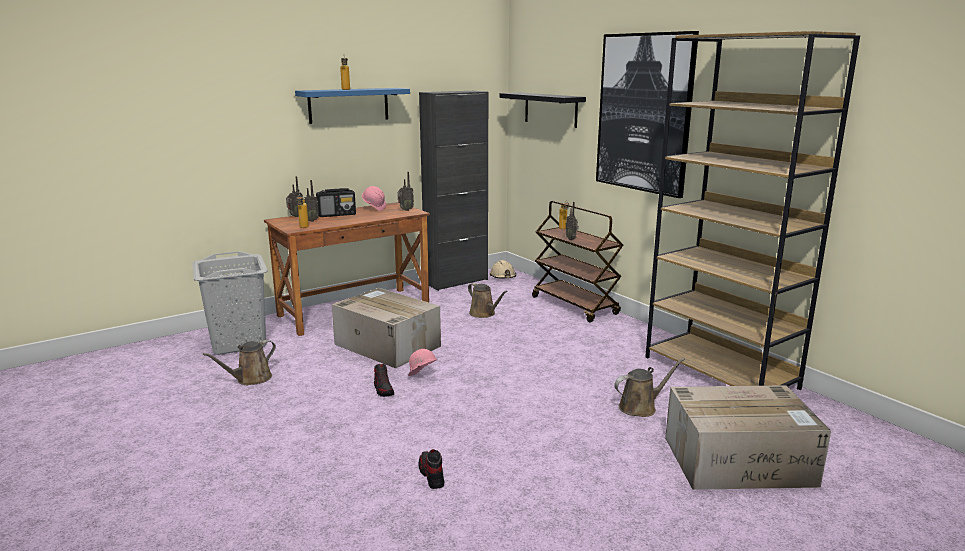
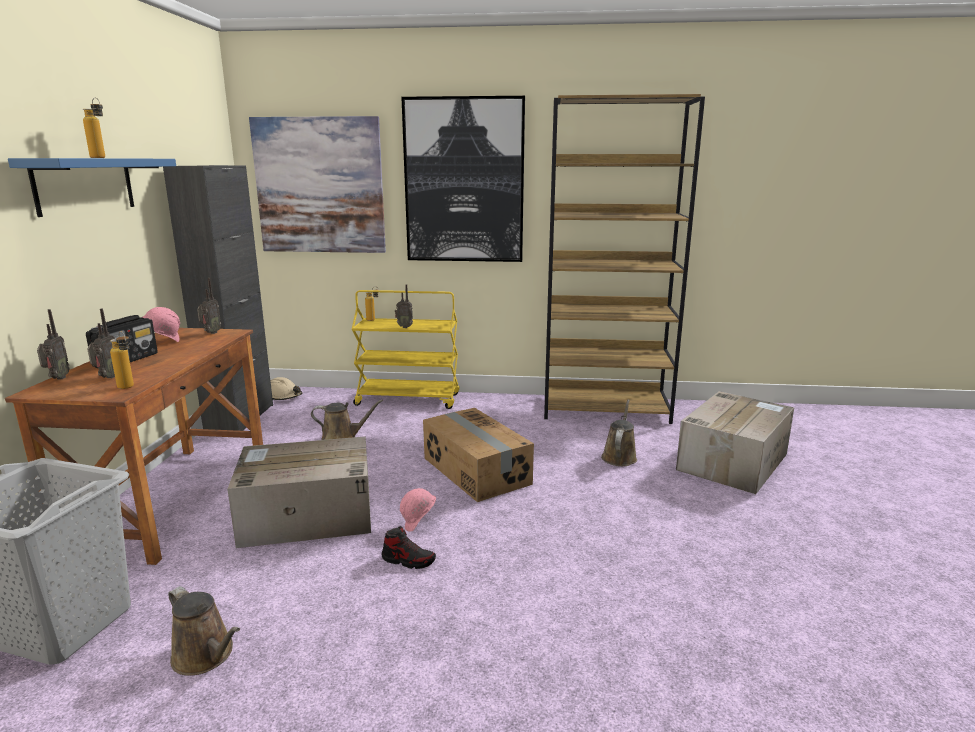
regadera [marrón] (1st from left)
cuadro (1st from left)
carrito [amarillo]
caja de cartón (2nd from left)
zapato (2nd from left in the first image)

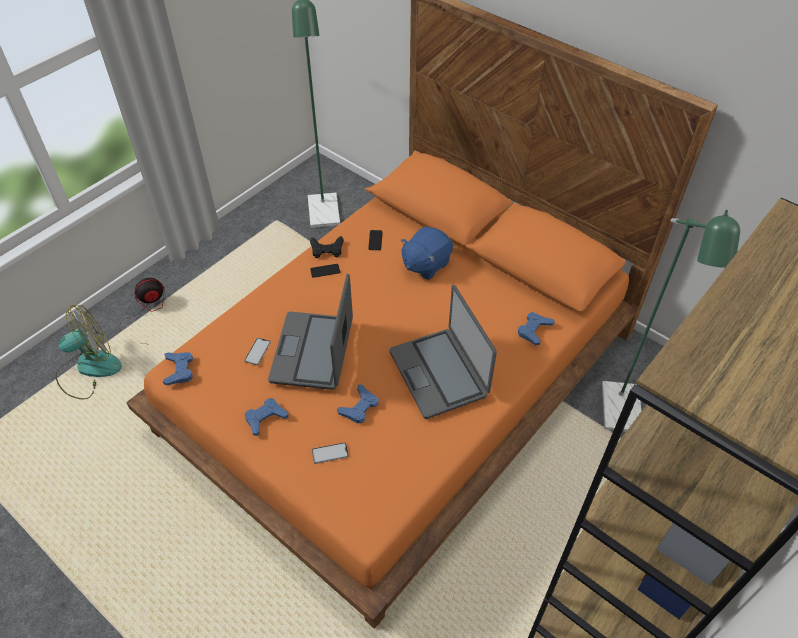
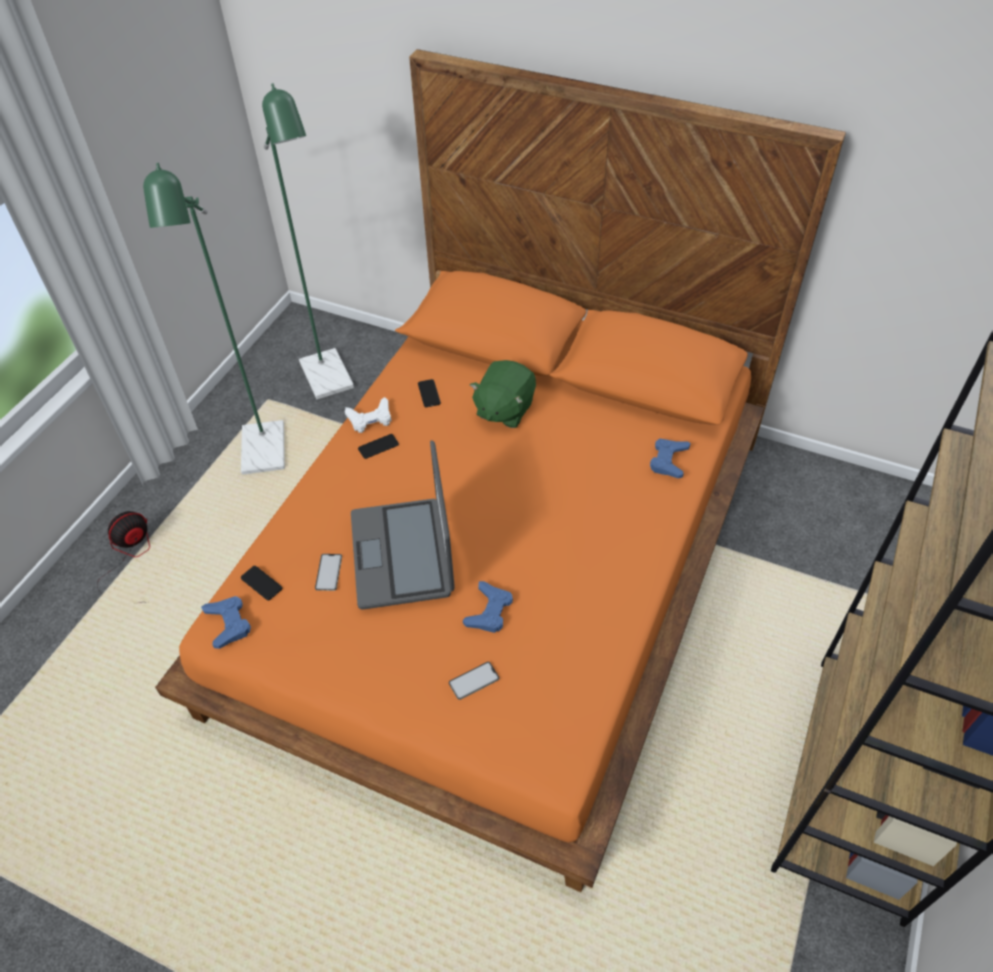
lámpara de pie [verde] (1st from left)
móvil (1st from left)
mando de consola [blanco]
peluche [verde]
ventilador (1st from left in the first image)
mando de consola [azul] (2nd from left in the first image)
portátil (2nd from left in the first image)

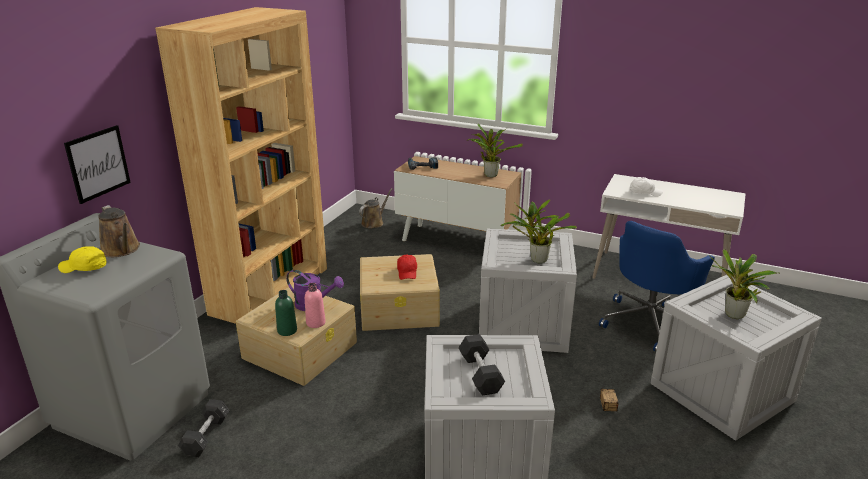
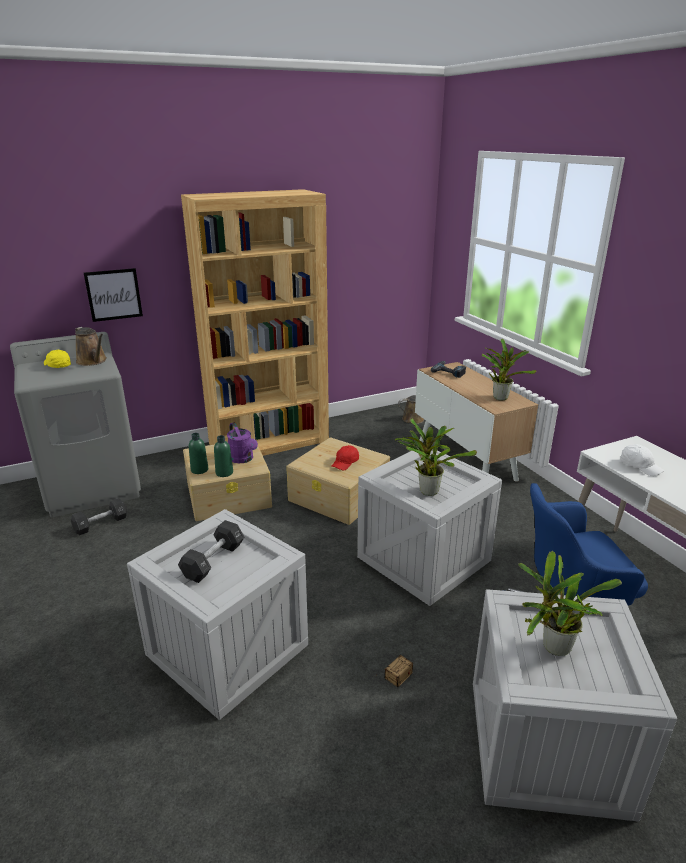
regadera [marrón] (1st from left)
botella [verde] (2nd from left)

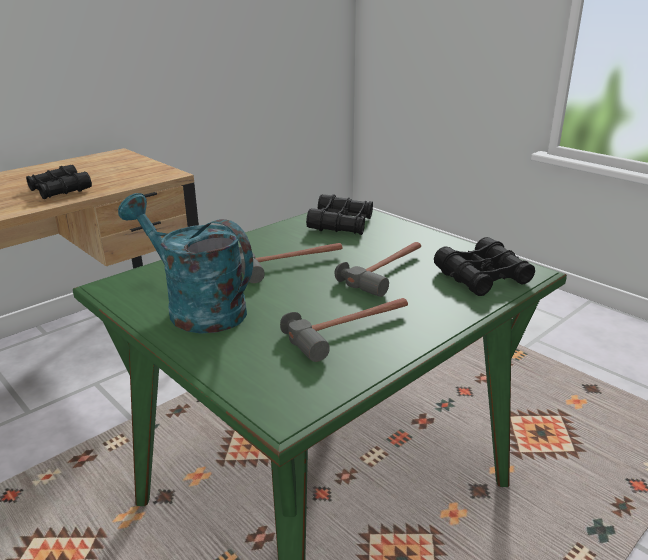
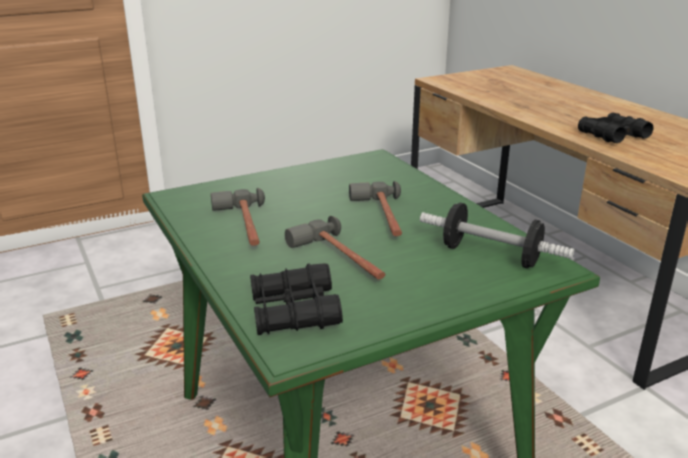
mancuerna
regadera [turquesa]

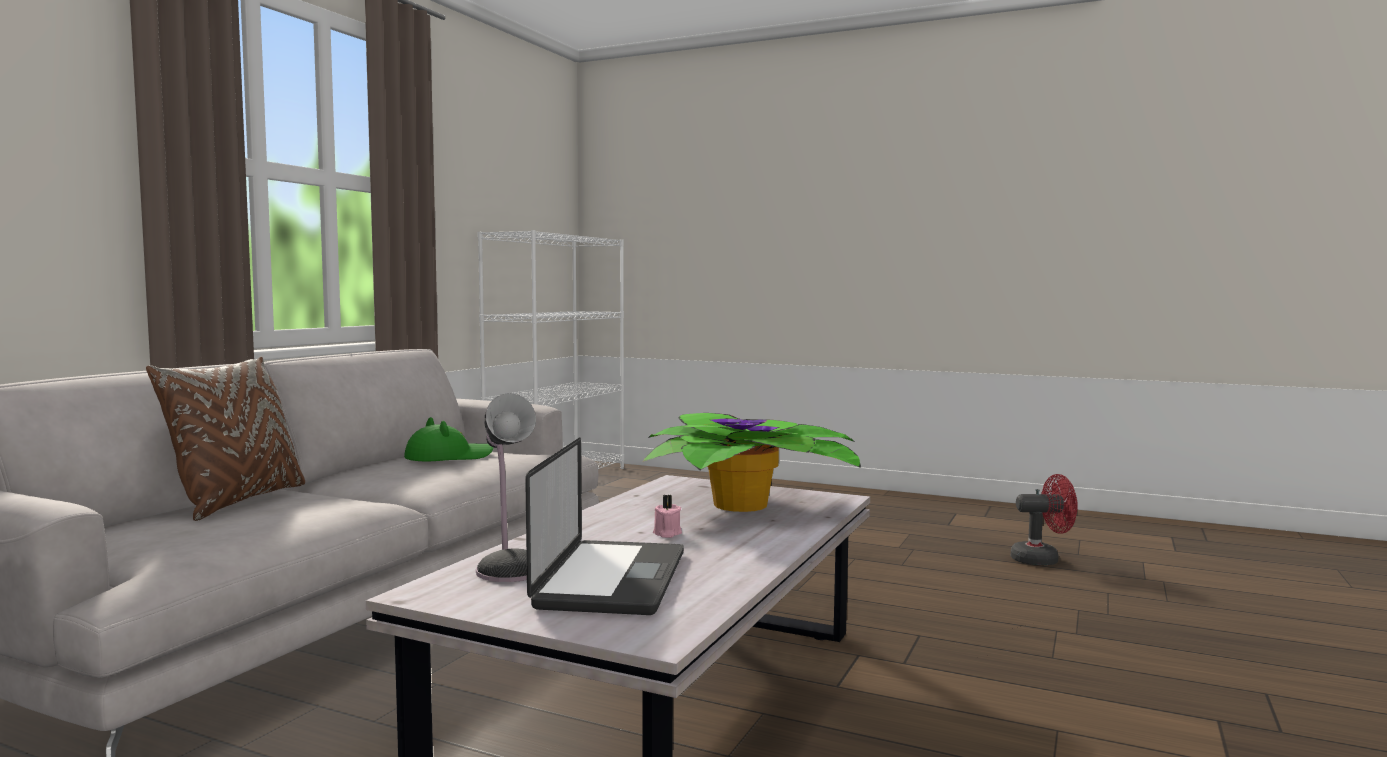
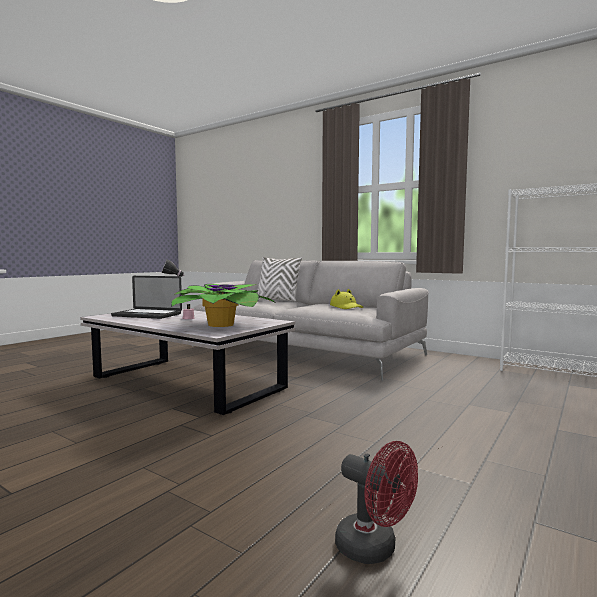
cojín [blanco]
sombrero [amarillo]
ventilador [rojo]

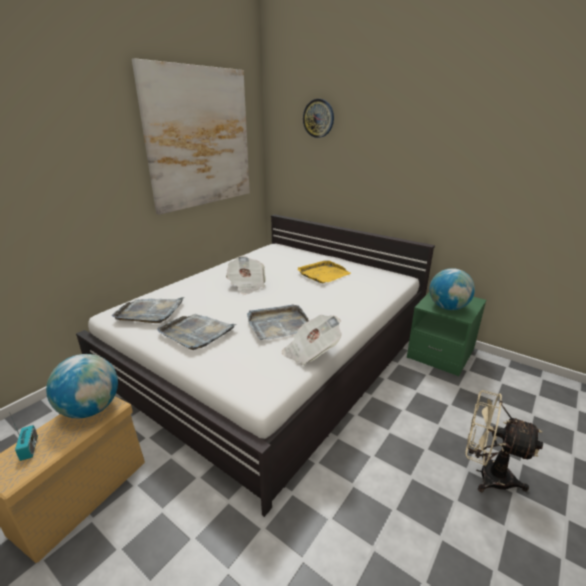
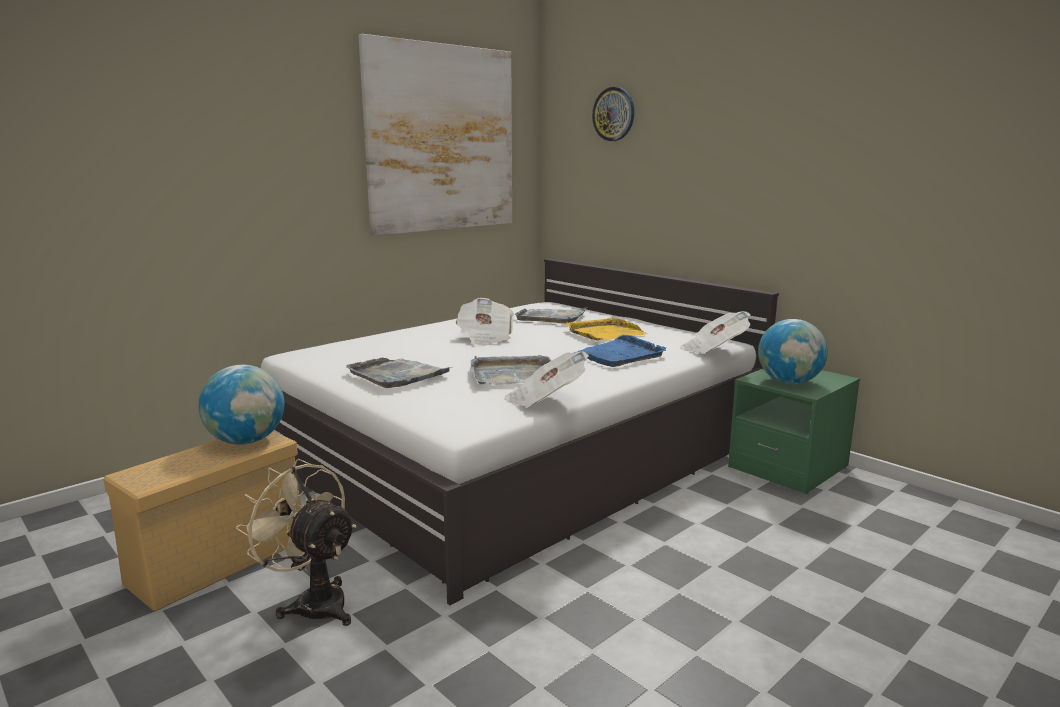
ventilador [beis]
bandeja [gris] (3rd from left)
bandeja [azul]
periódico (3rd from left)
radio

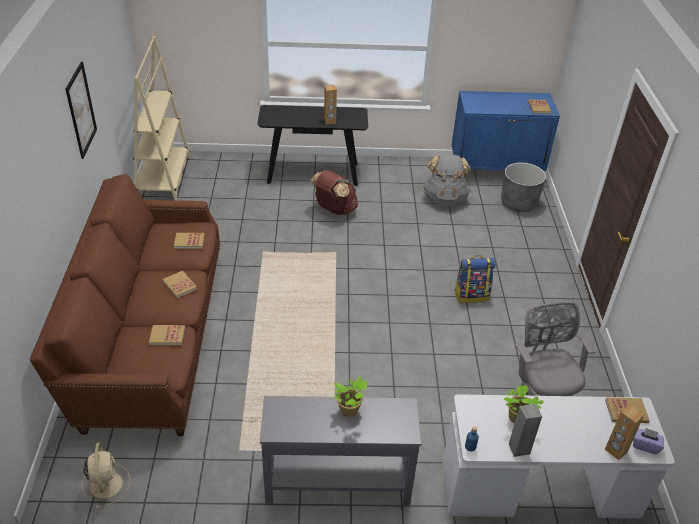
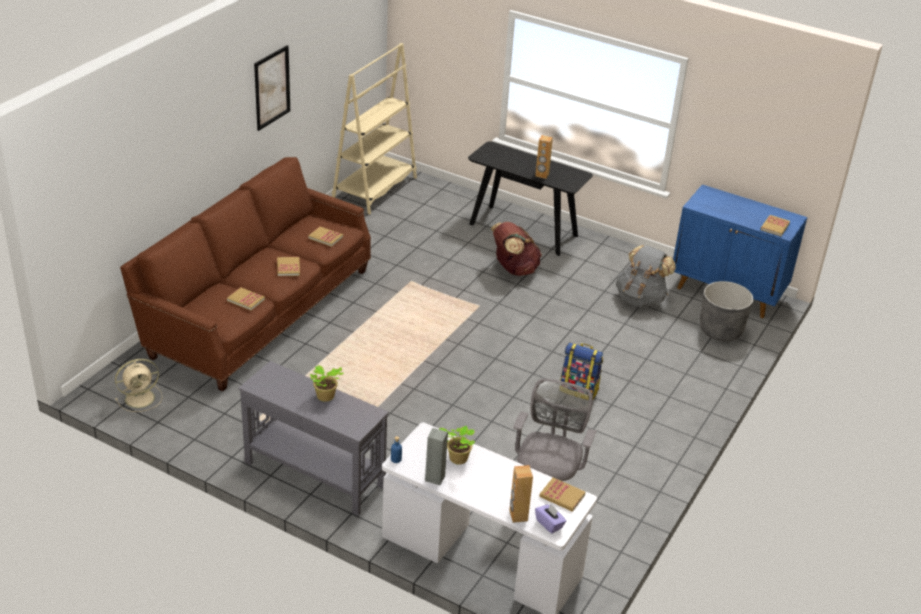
ventilador [beis]

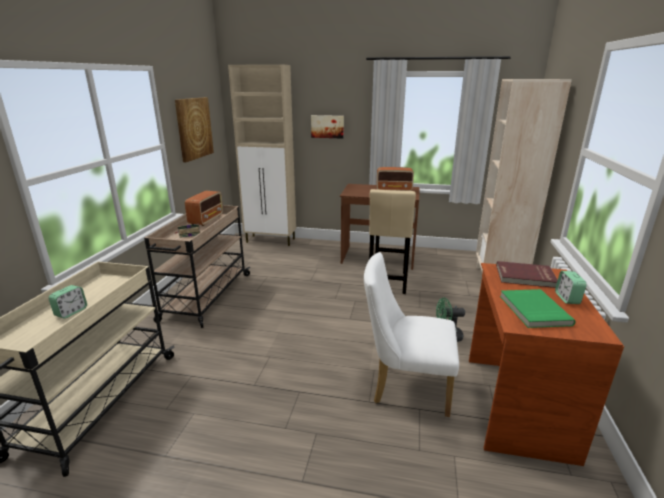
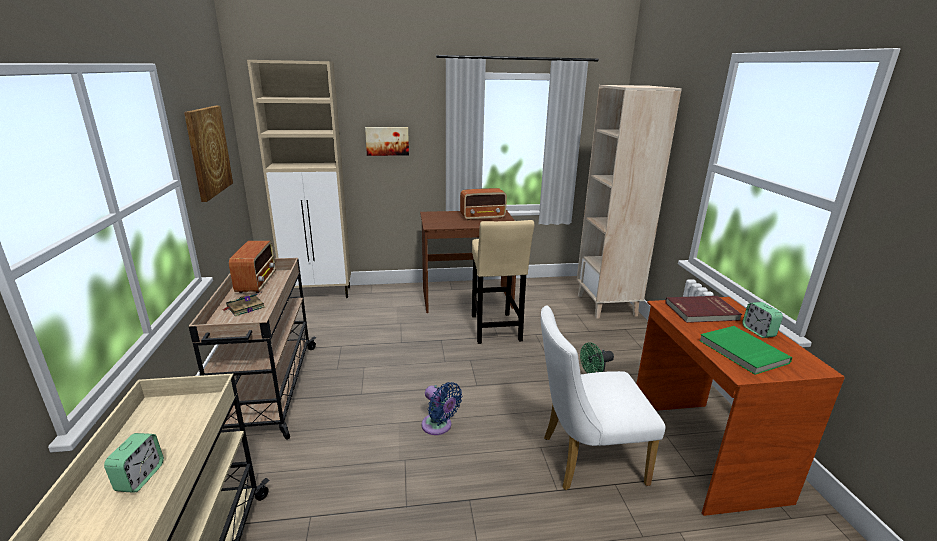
ventilador [azul]

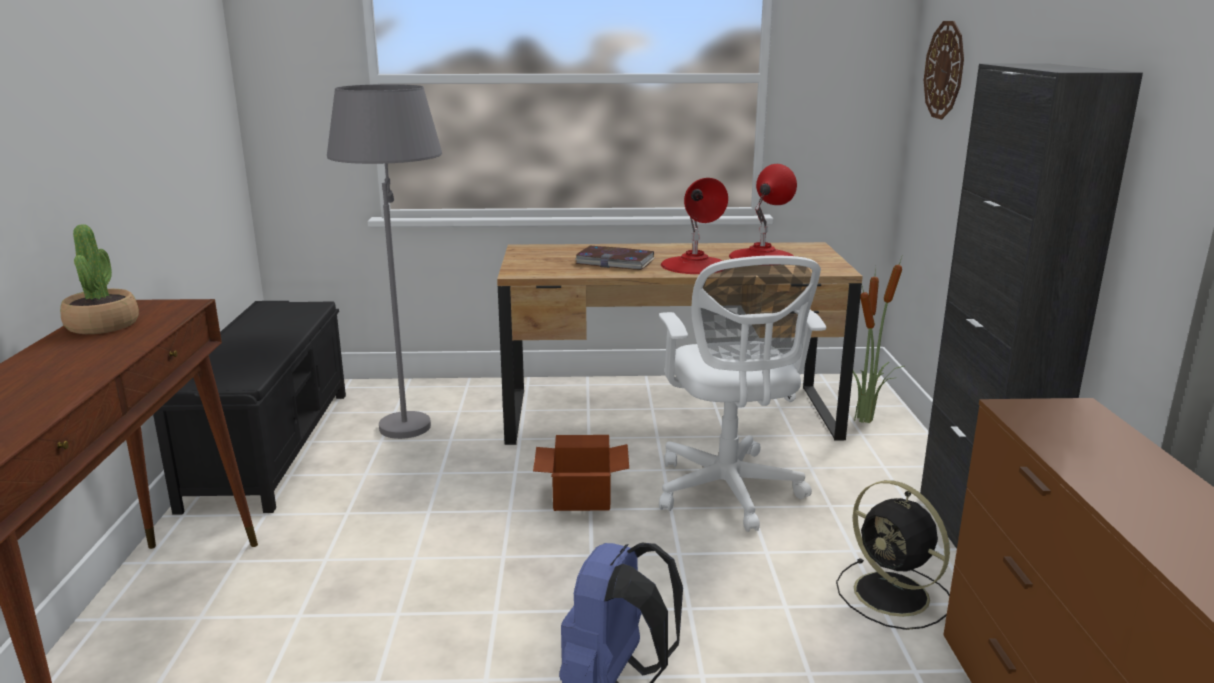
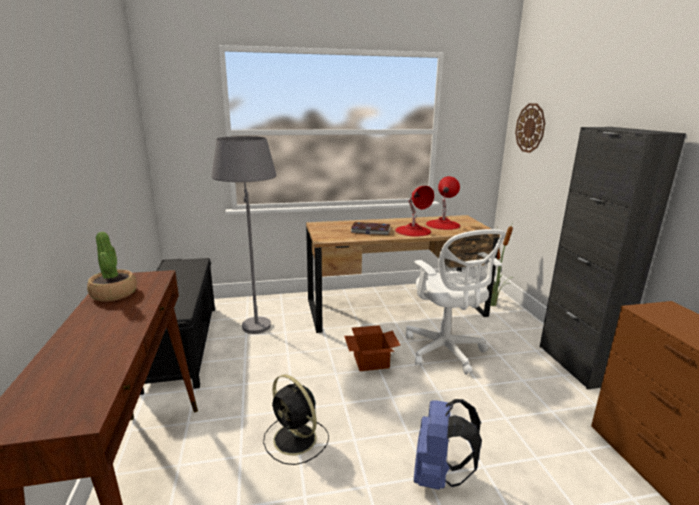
ventilador [negro]

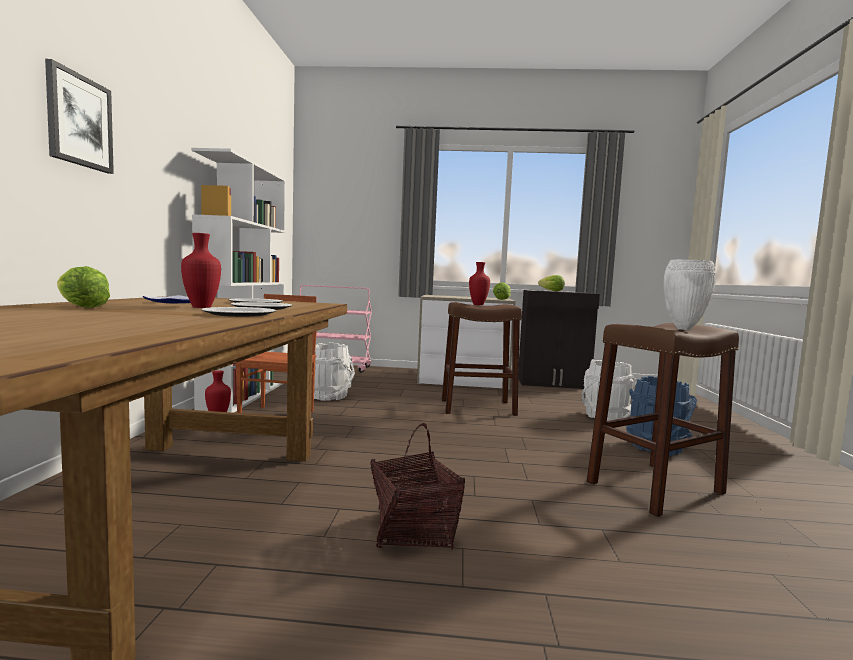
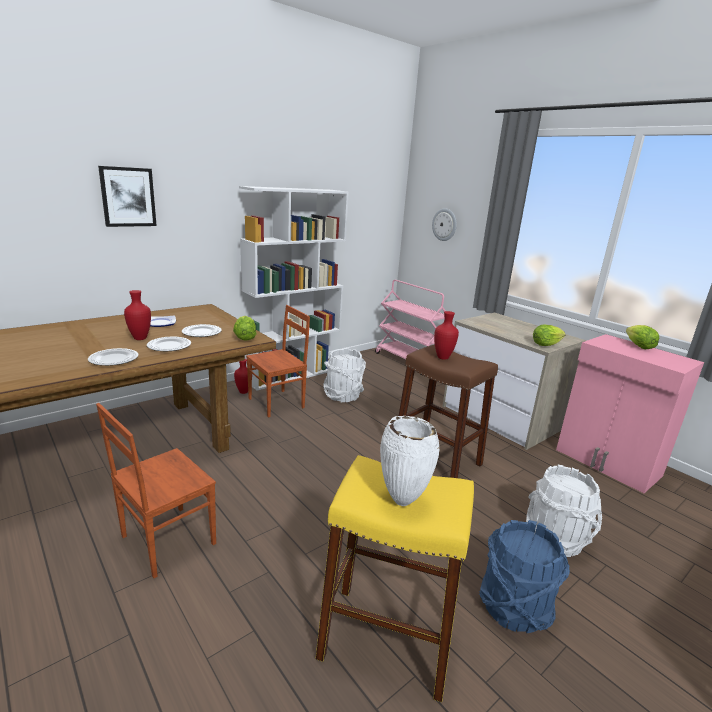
silla [marrón] (1st from left)
lechuga (1st from left)
taburete [amarillo]
reloj de pared
armario [rosa]

